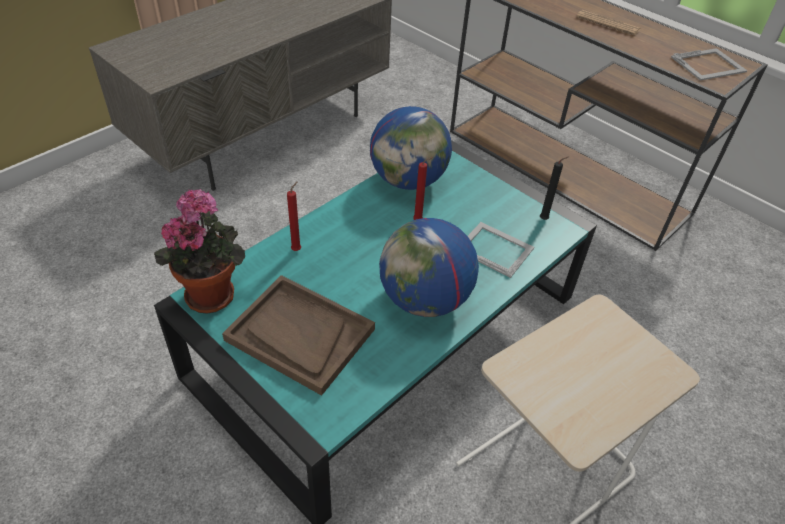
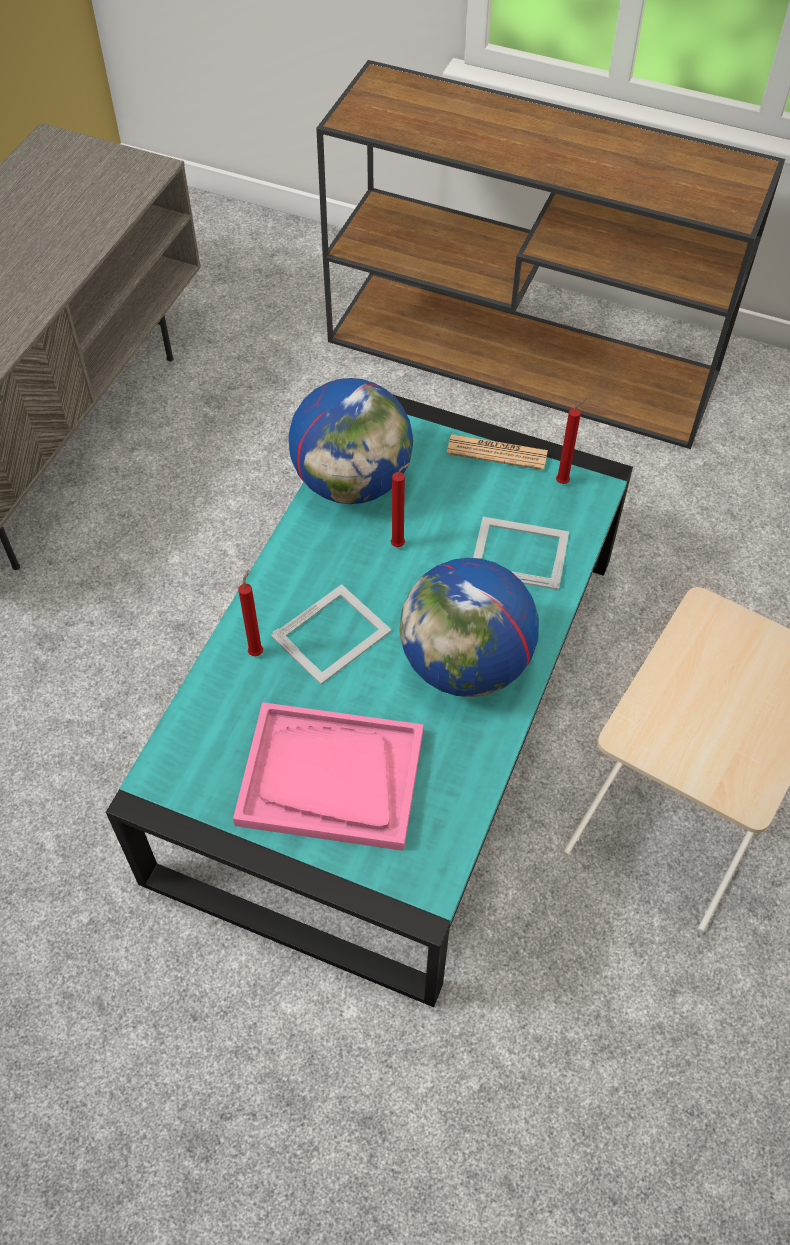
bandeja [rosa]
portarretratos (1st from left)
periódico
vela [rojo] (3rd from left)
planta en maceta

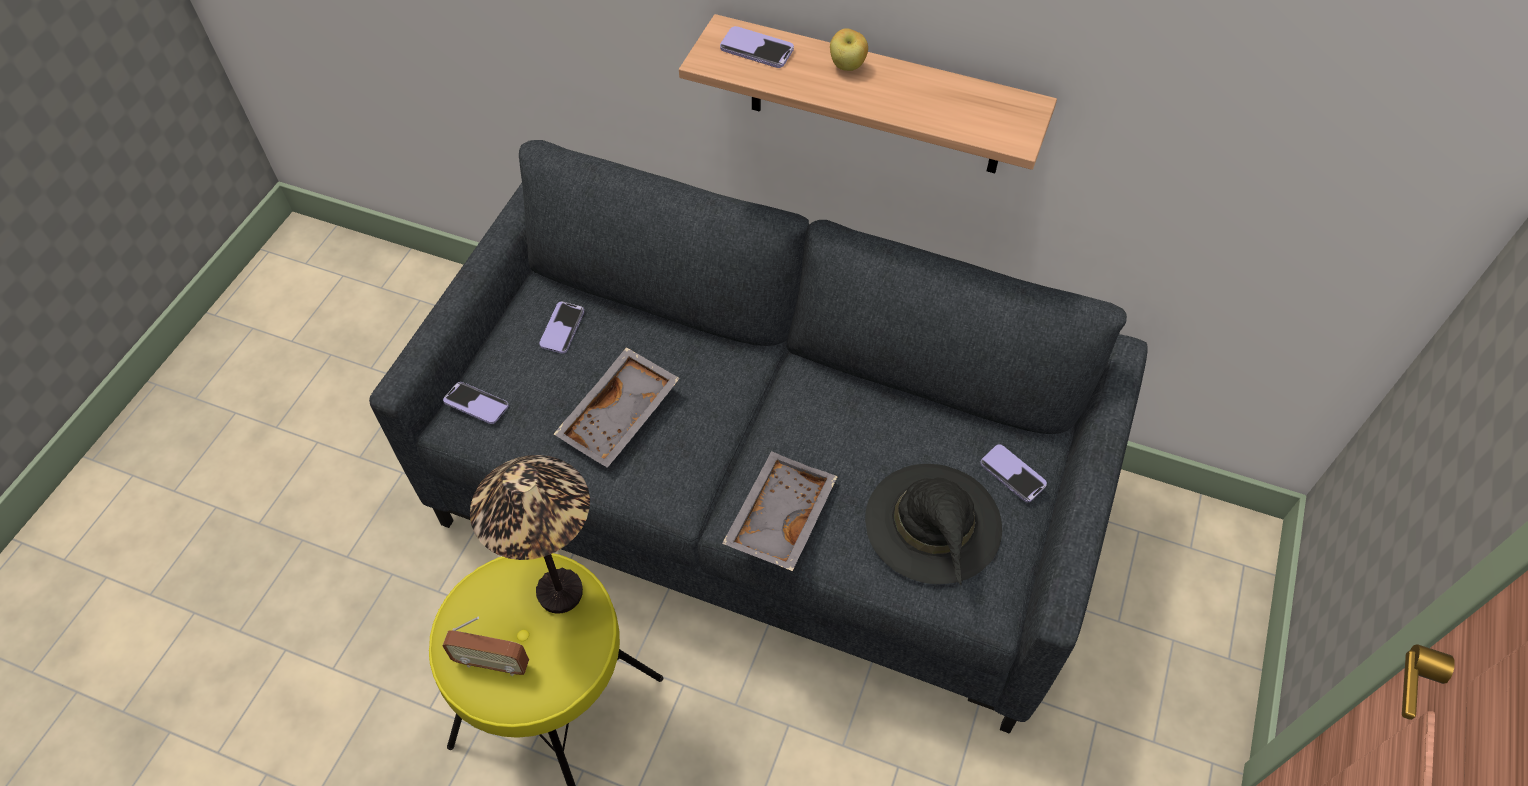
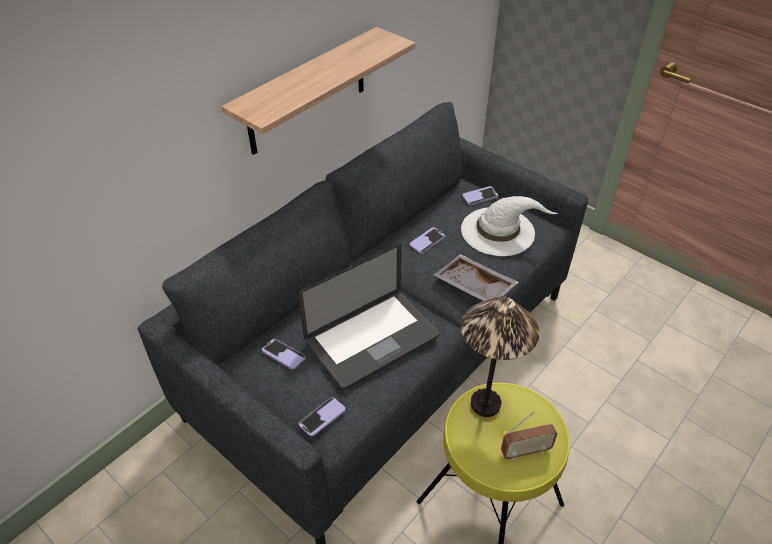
portátil
móvil (3rd from left)
sombrero [blanco]
radio
manzana

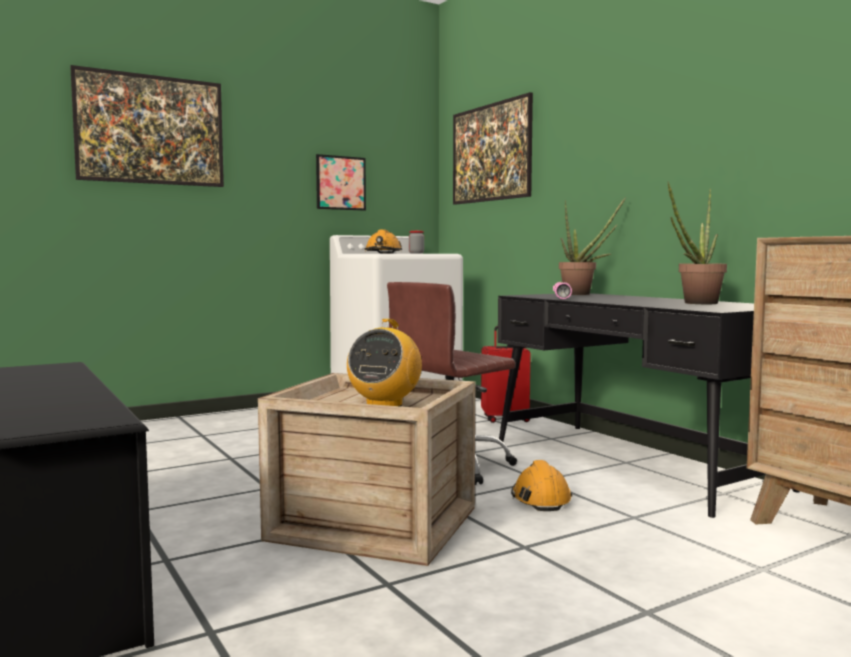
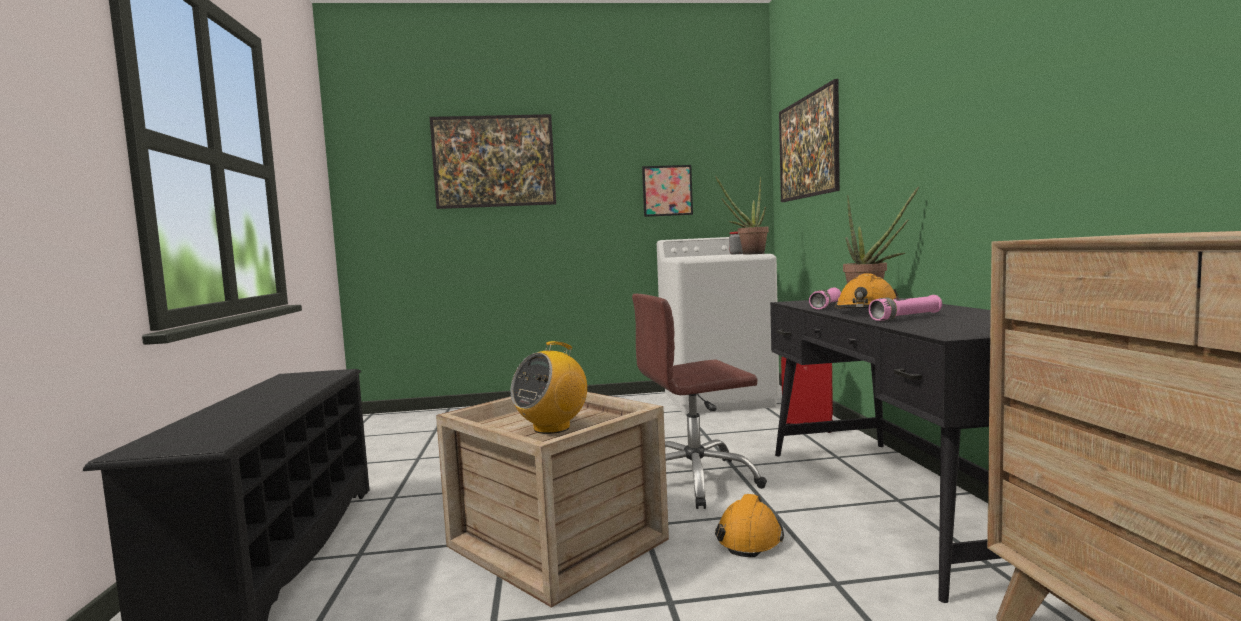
planta en maceta (1st from left)
casco [naranja] (2nd from left)
linterna [rosa] (2nd from left)

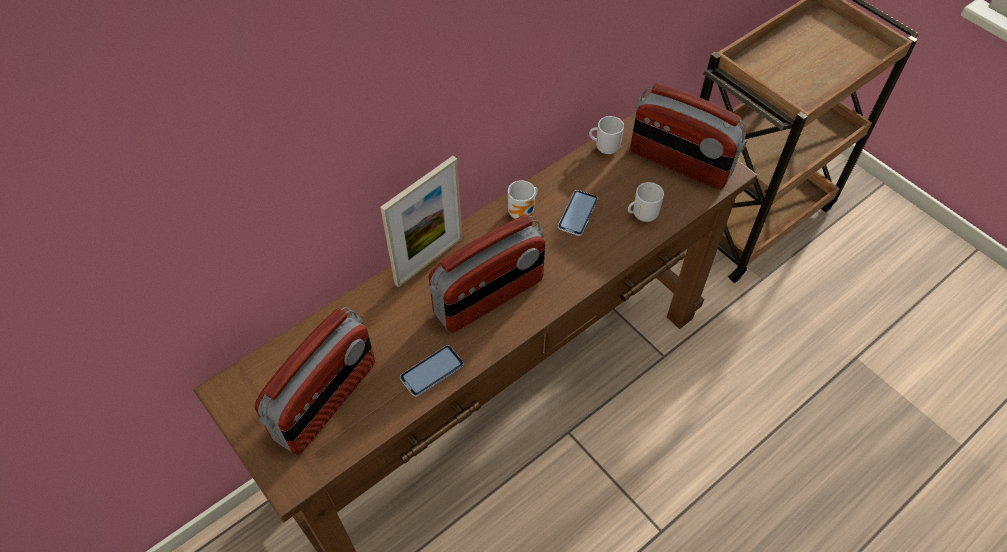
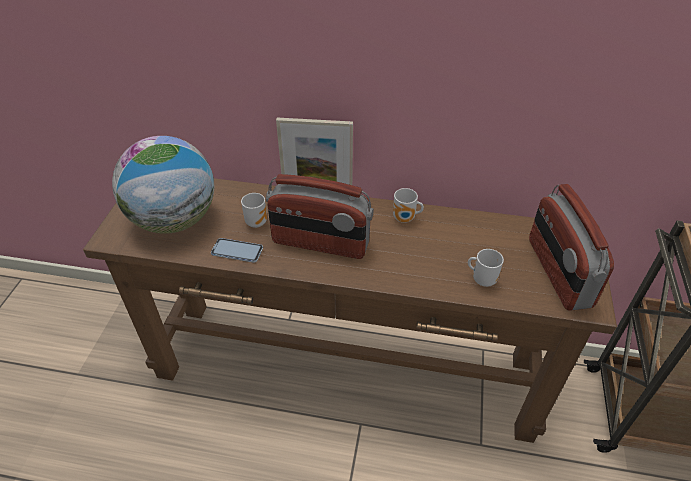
globo terráqueo
taza grande (1st from left)
móvil (2nd from left in the first image)

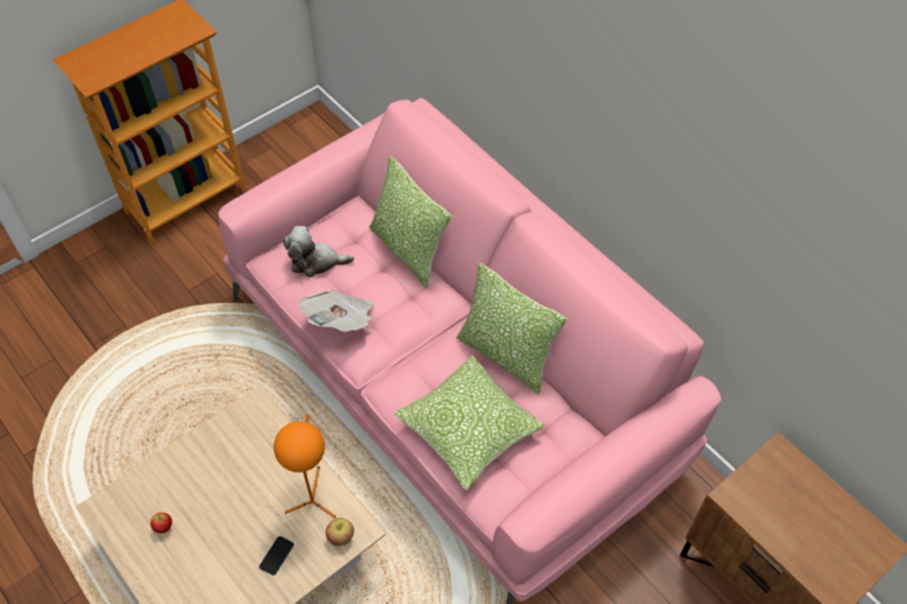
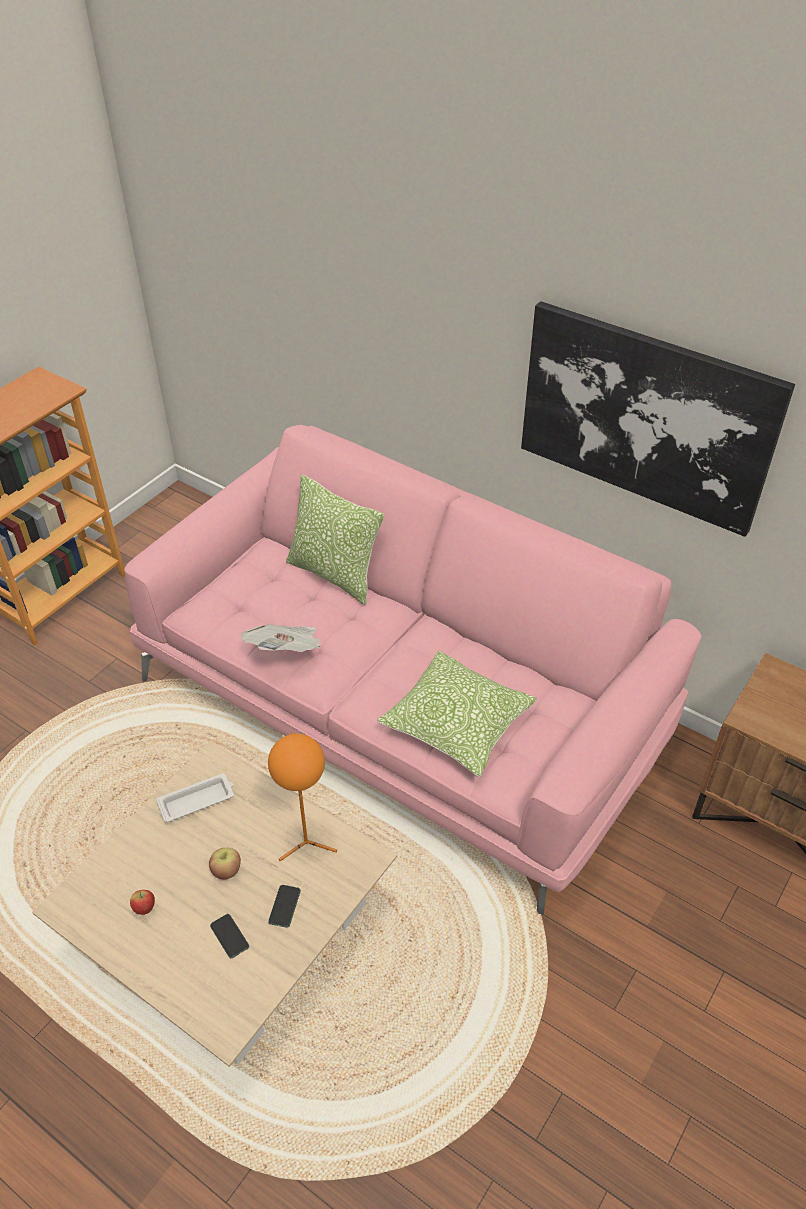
bandeja [blanco]
manzana (2nd from left)
móvil (1st from left)
cuadro
peluche
cojín (3rd from left in the first image)

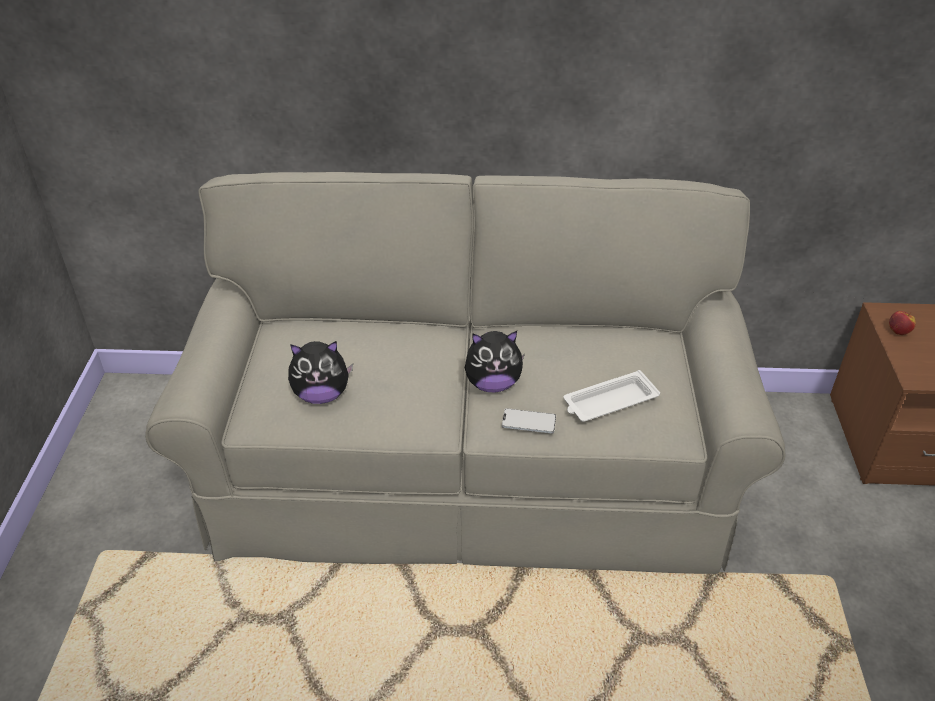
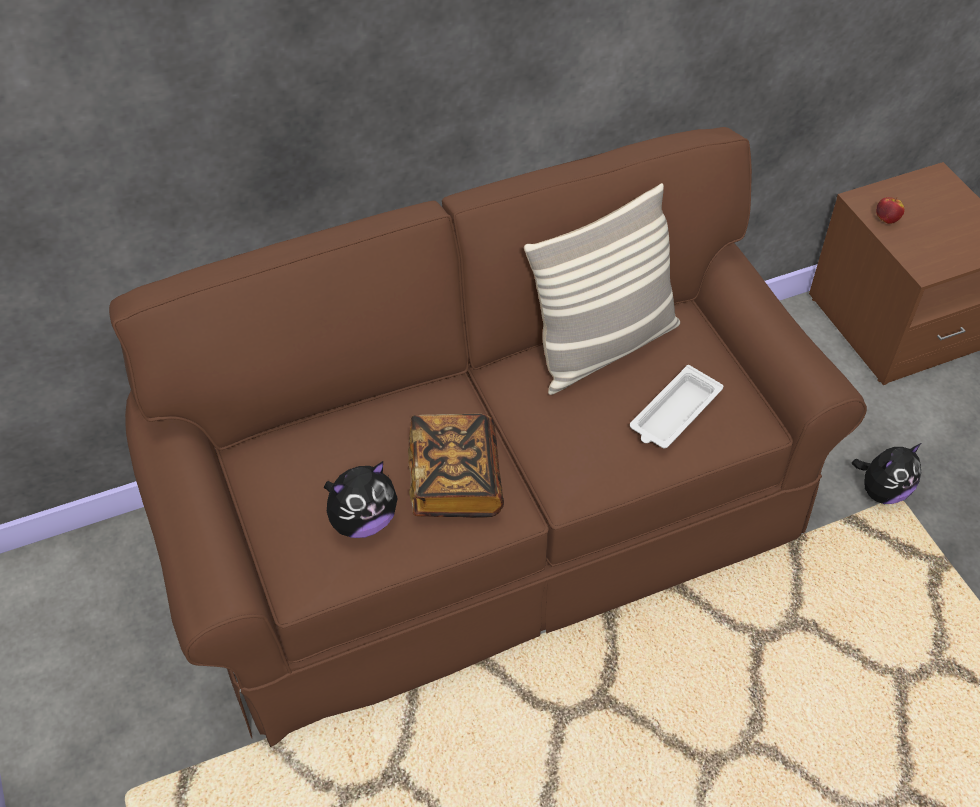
sofá [marrón]
libro
cojín
peluche (2nd from left)
móvil

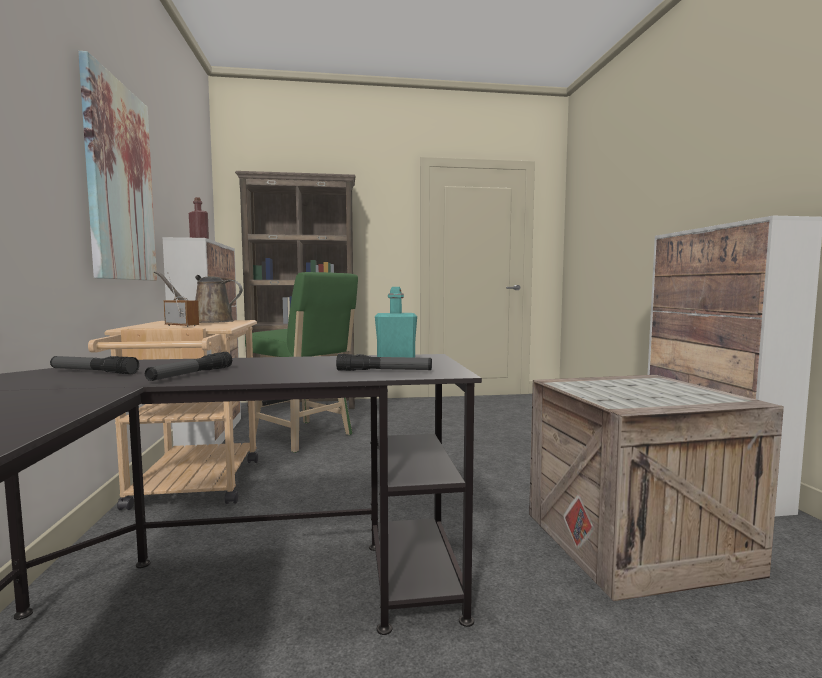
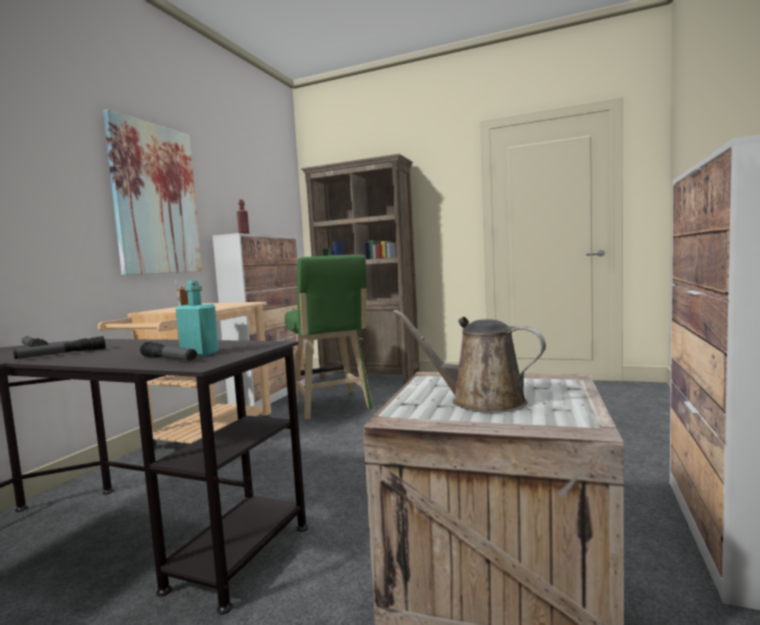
regadera [marrón]

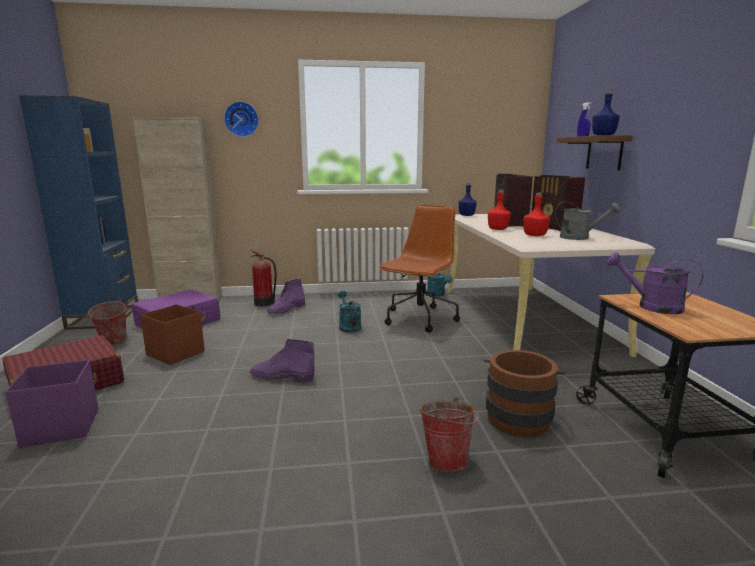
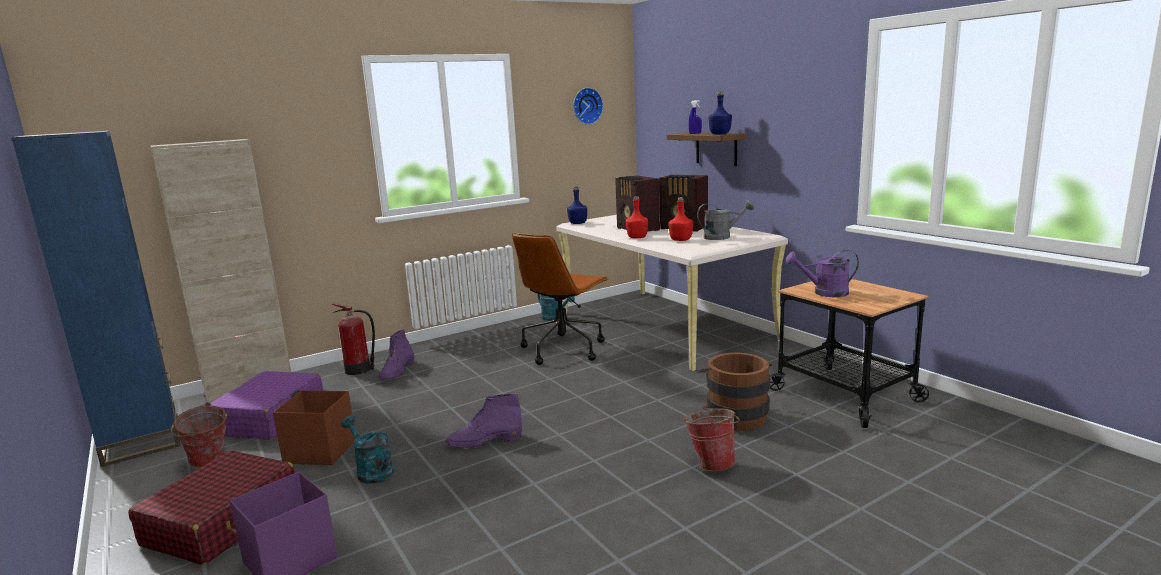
regadera [turquesa] (1st from left)
silla de oficina [marrón]
reloj de pared

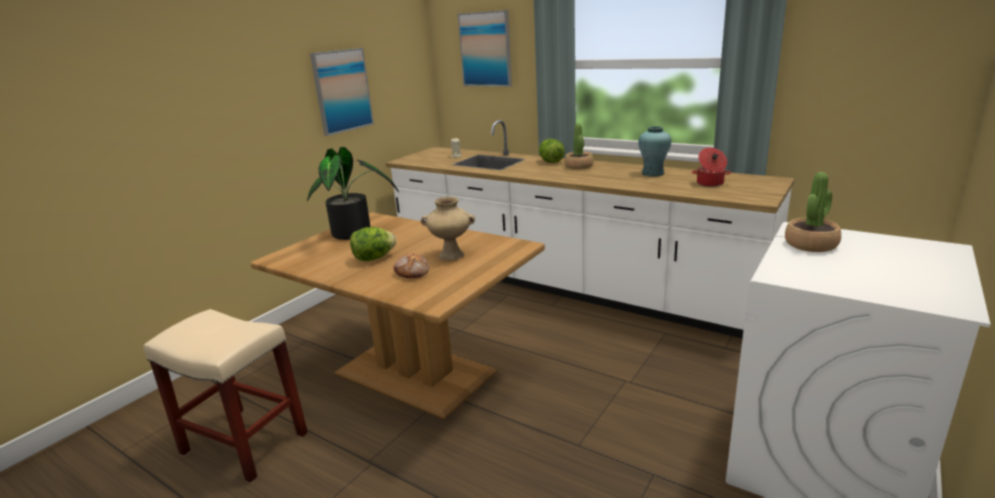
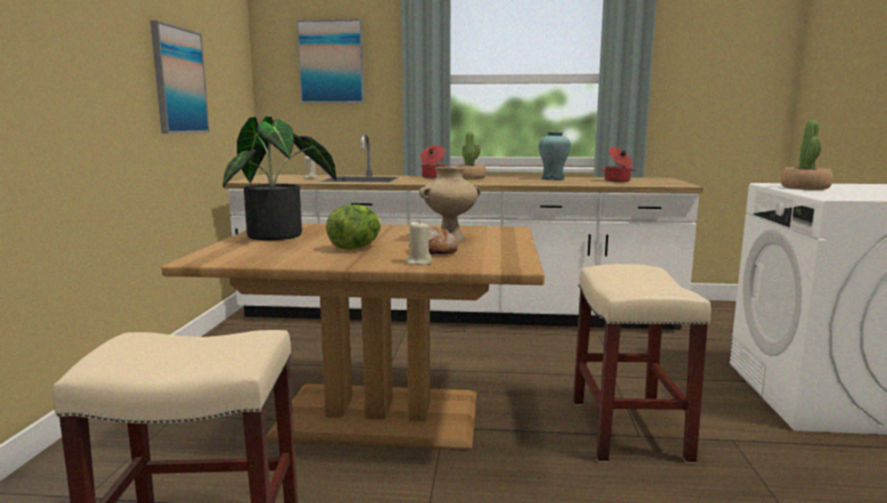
vela [beis] (2nd from left)
olla (1st from left)
taburete [beis] (2nd from left)

